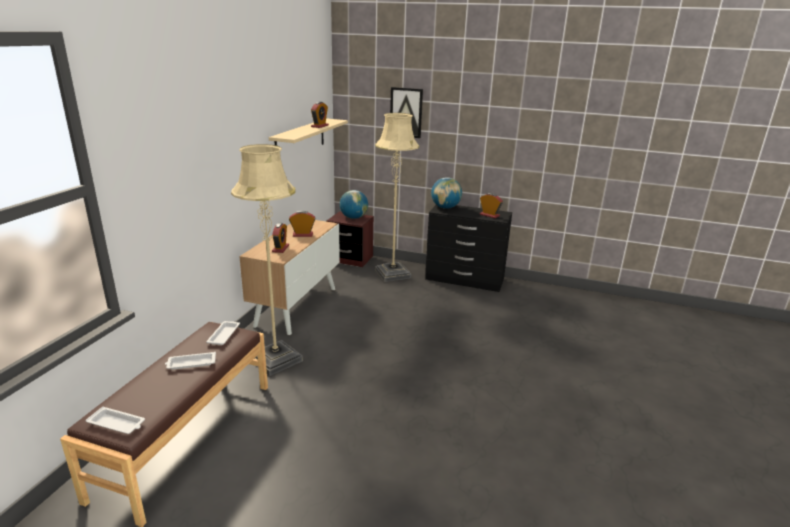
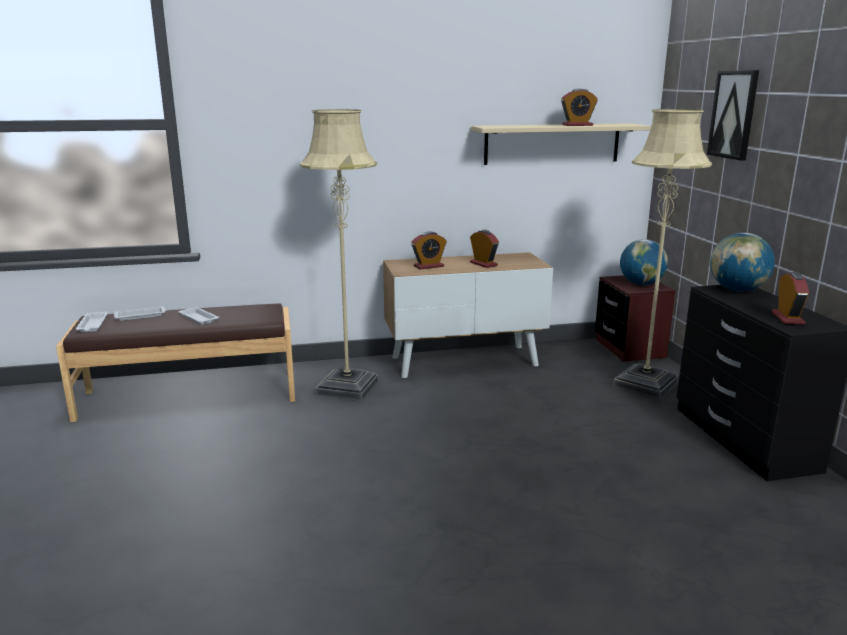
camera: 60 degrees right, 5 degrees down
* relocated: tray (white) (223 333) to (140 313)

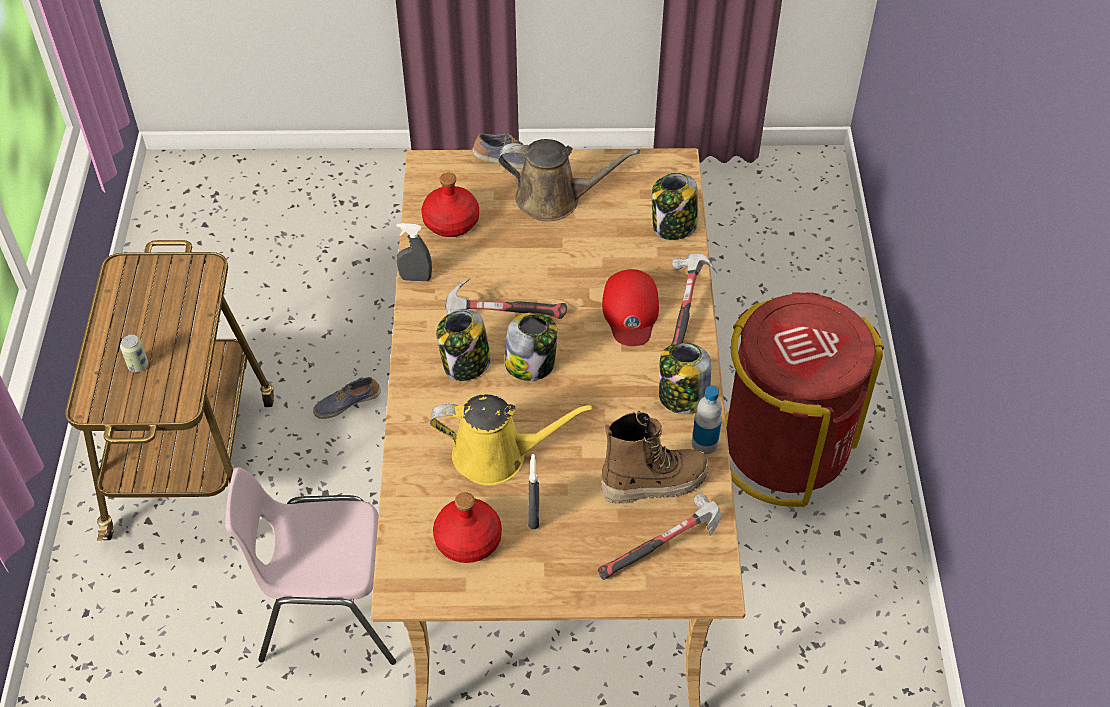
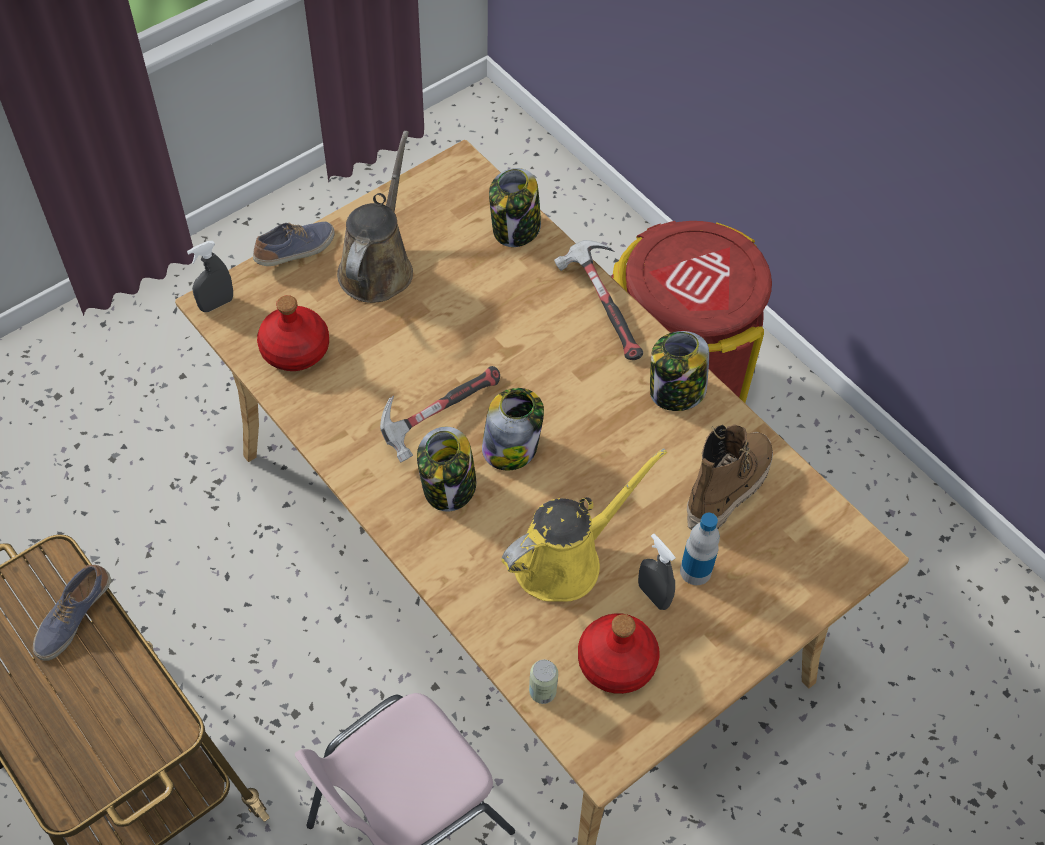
camera: 40 degrees left, 5 degrees up
* relocated: shoe (347 398) to (72 613)
* relocated: spray bottle (grey) (414 252) to (210 276)
* spun: watering can (brown) (569 180) = (375 217) 45 degrees counterclockwise
* relocated: can (134 353) to (543 682)
* relocated: bottle (707 419) to (700 549)
* missing: hammer (659 537)
* missing: cap (red) (630 307)

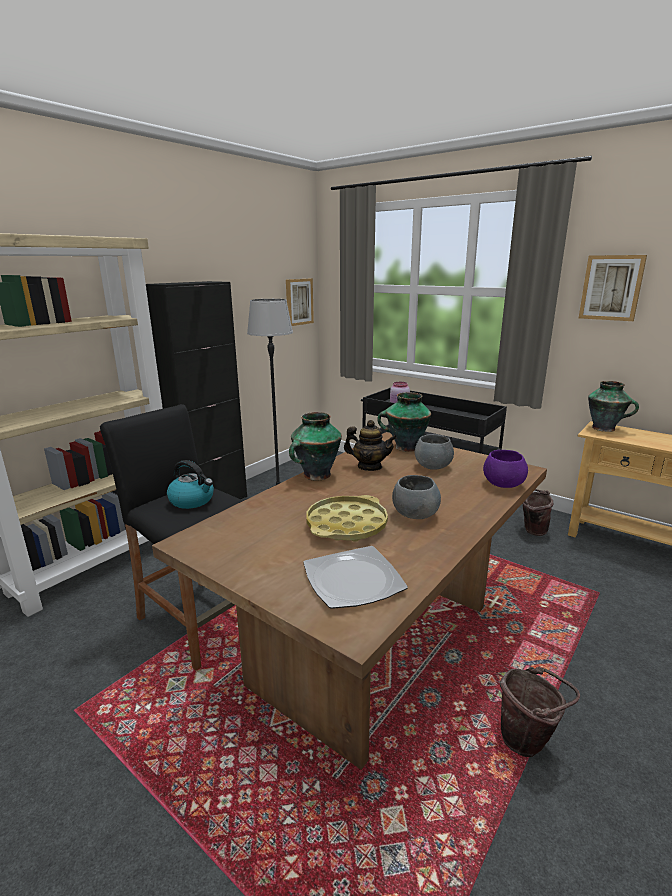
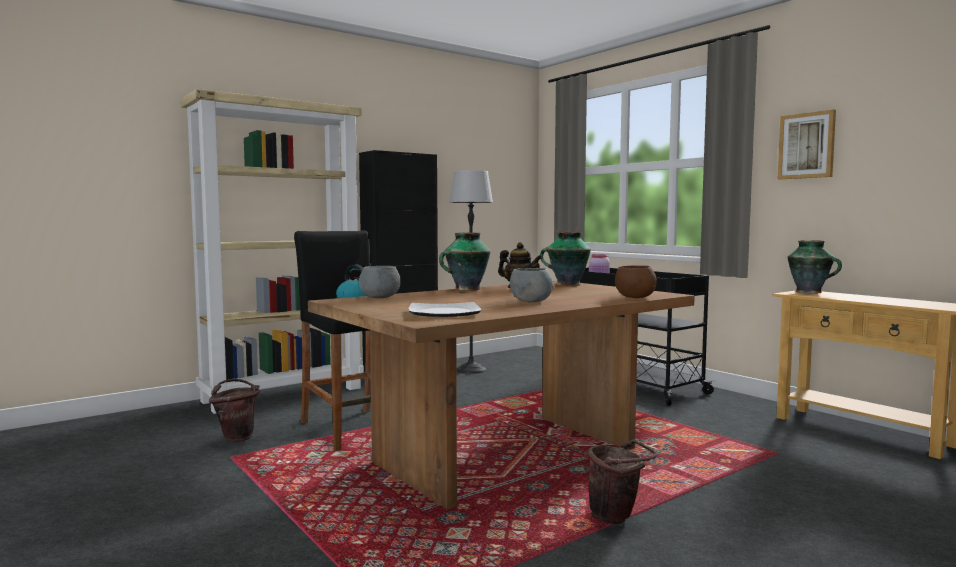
camera: 15 degrees right, 15 degrees down
* relocated: bucket (brown) (537 512) to (234 410)
* relocated: bowl (grey) (434 452) to (380 282)
* colour: bowl (purple) (505 469) to bowl (brown) (636 282)
* missing: picture (300 302)
* missing: tray (yellow) (347 518)

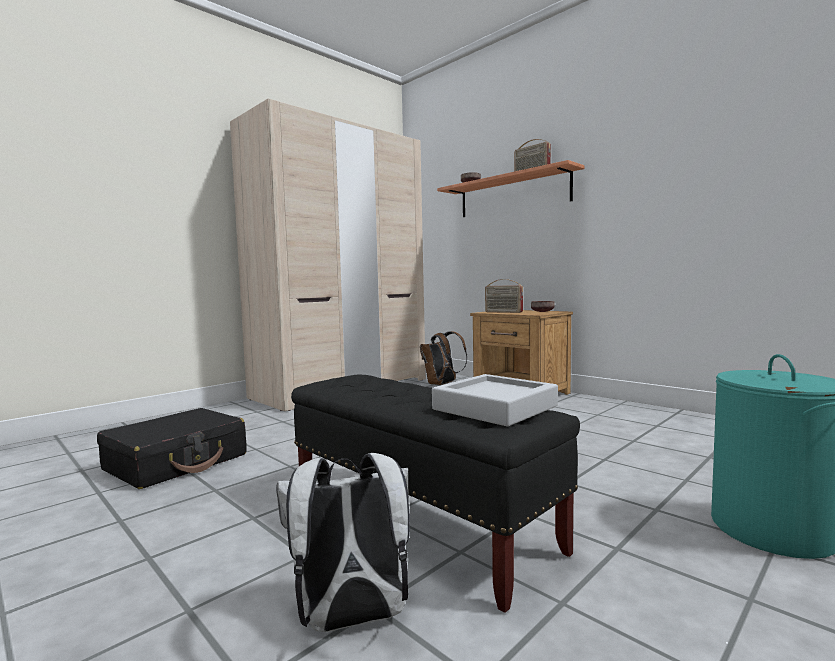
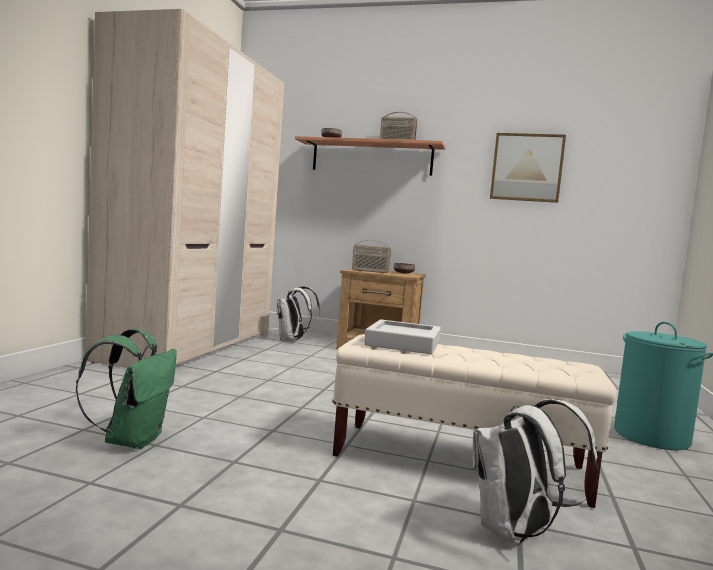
camera: 30 degrees left, 0 degrees up
* exchanged: suitcase (black) (172 448) to backpack (green) (126 389)
* colour: backpack (brown) (443 358) to backpack (white) (298 313)
* colour: bench (black) (435 493) to bench (beige) (474 421)
* relocated: tray (grey) (495 400) to (402 336)
* appeared: picture (528 168)

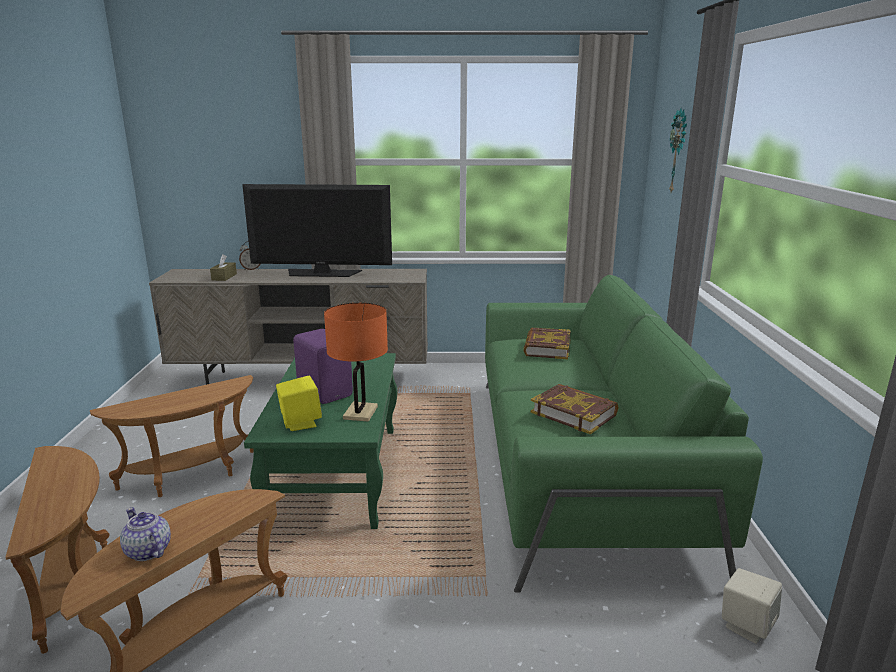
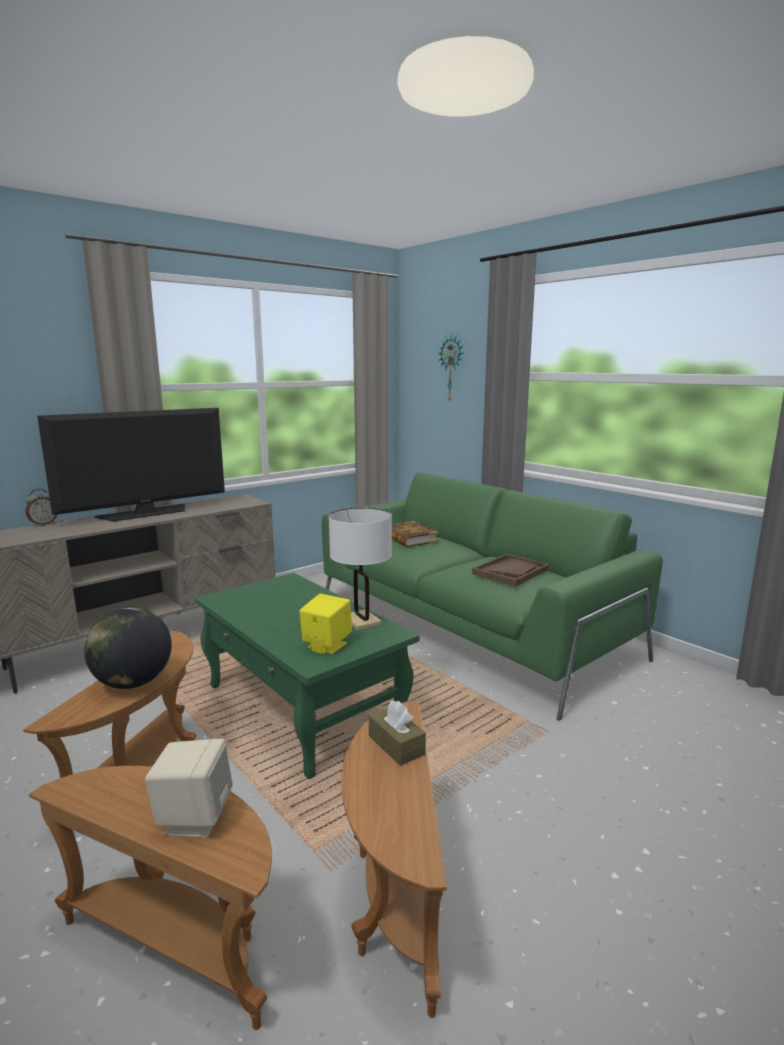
camera: 40 degrees left, 5 degrees down
* appeared: globe (128 648)
* relocated: speaker (beige) (752 606) to (189 788)
* colour: table lamp (orange) (356 362) to table lamp (white) (360 569)
* relocated: tissue box (brown) (223 267) to (397 733)
* exchanged: book (574 409) to tray (brown) (511 570)
* missing: teapot (145 534)
* missing: speaker (purple) (323 366)

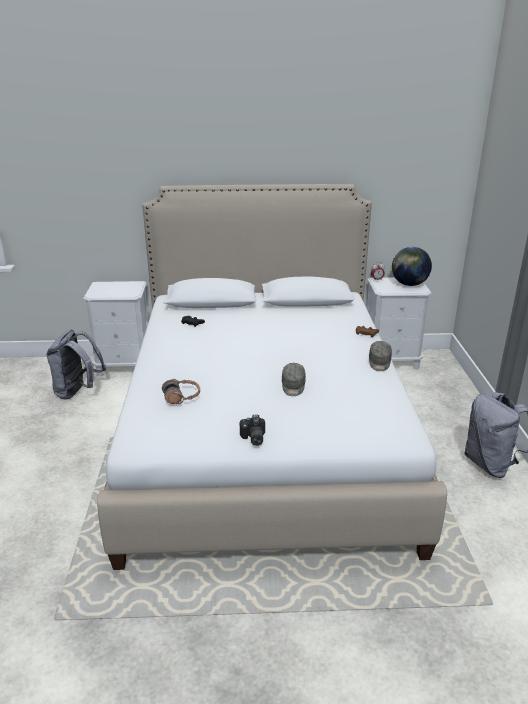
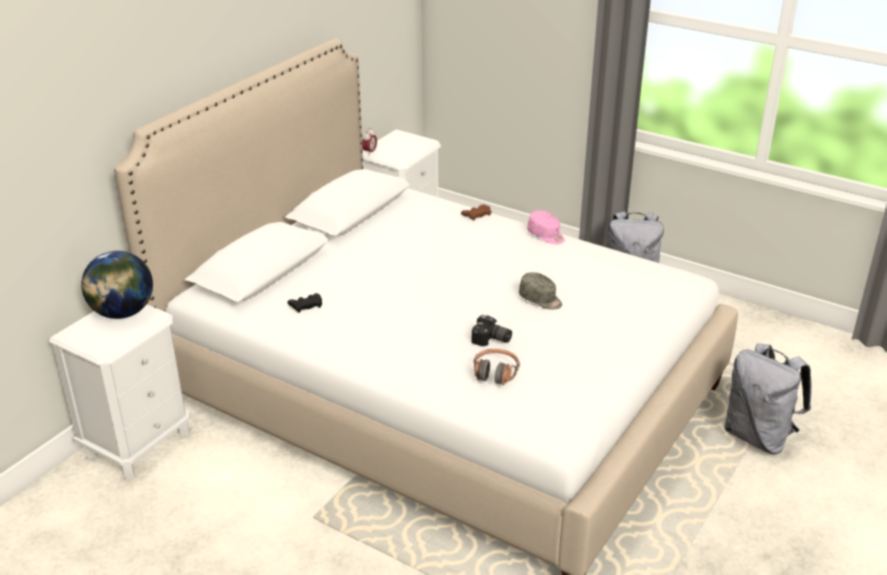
camera: 55 degrees left, 5 degrees up
* relocated: globe (412 266) to (117 285)
* relocated: photo camera (252 430) to (492 330)
* colour: cap (grey) (380 356) to cap (pink) (546 227)
* relocated: backpack (grey) (76 364) to (768 399)

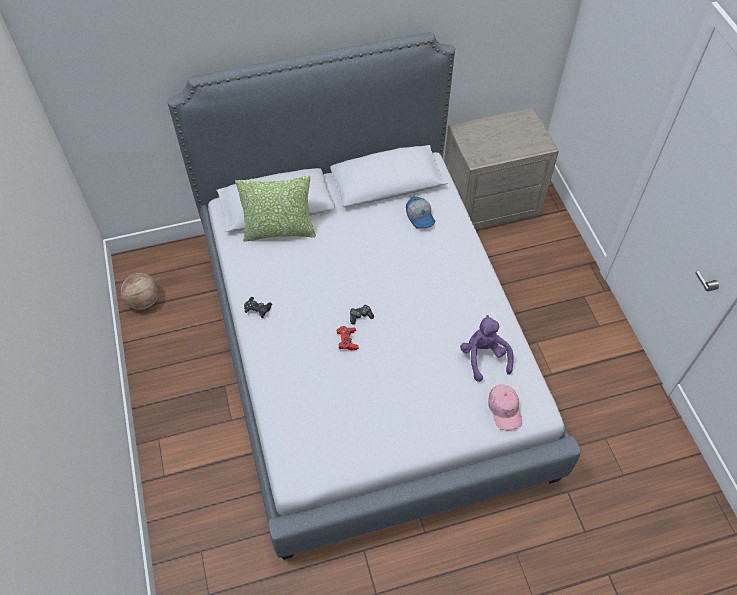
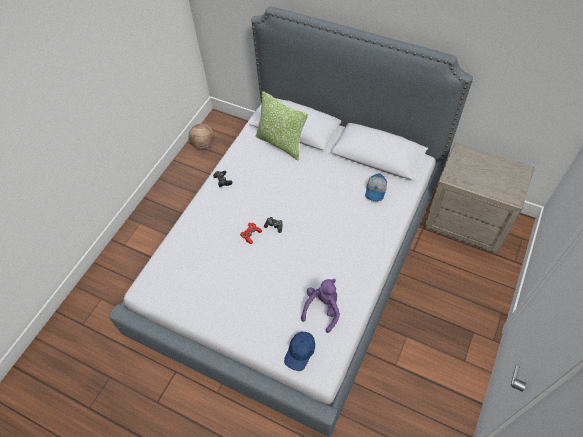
camera: 45 degrees right, 0 degrees up
* colour: cap (pink) (505 407) to cap (blue) (299 351)

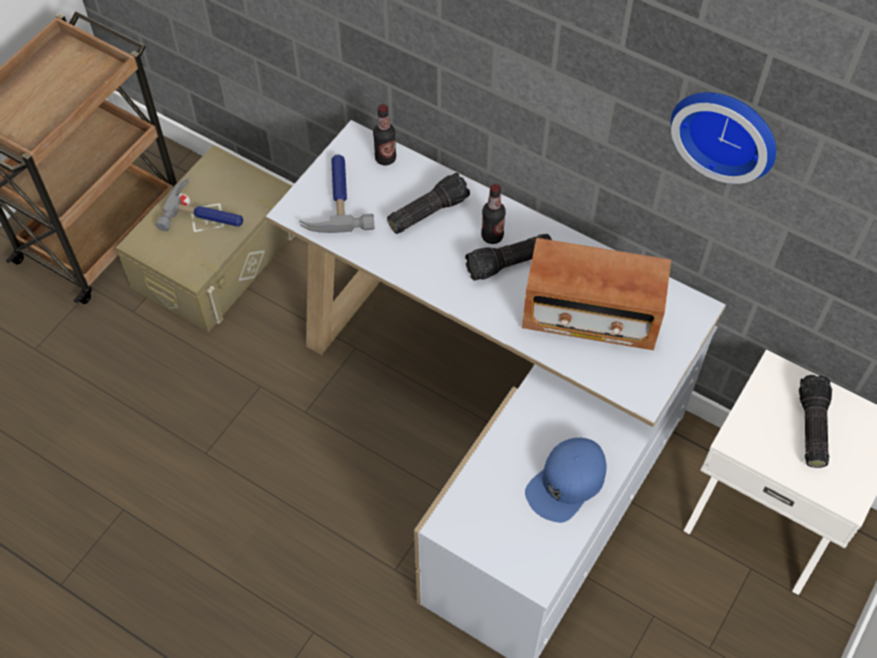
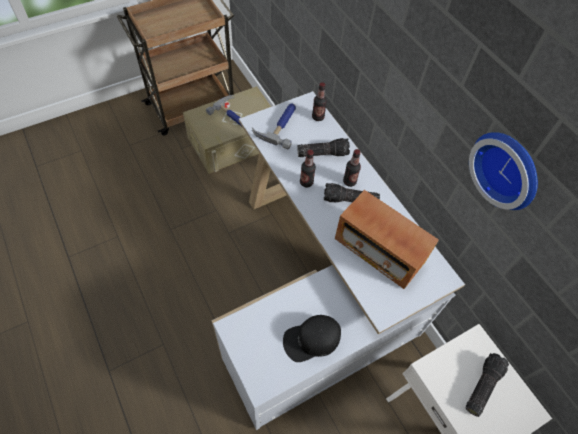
camera: 25 degrees right, 0 degrees up
* colour: cap (blue) (565 480) to cap (black) (312 338)
* appeared: bottle (308 168)

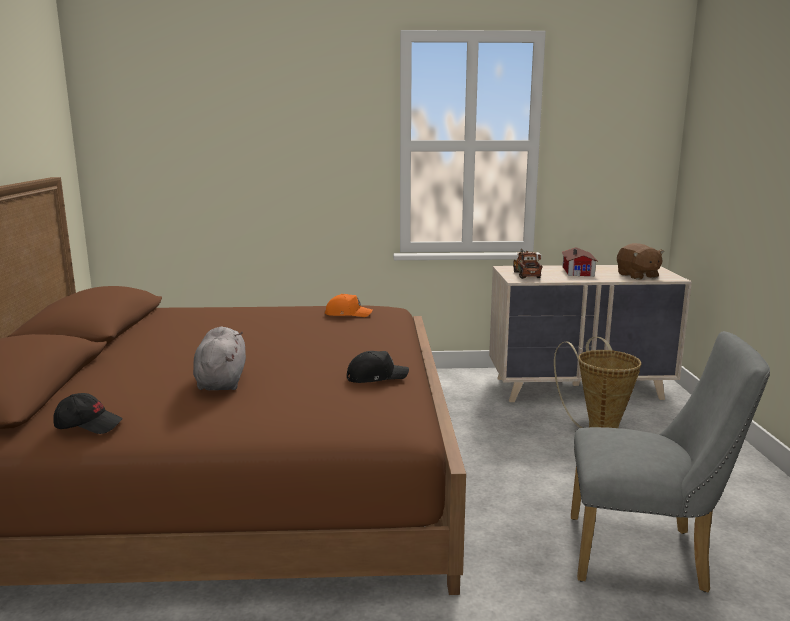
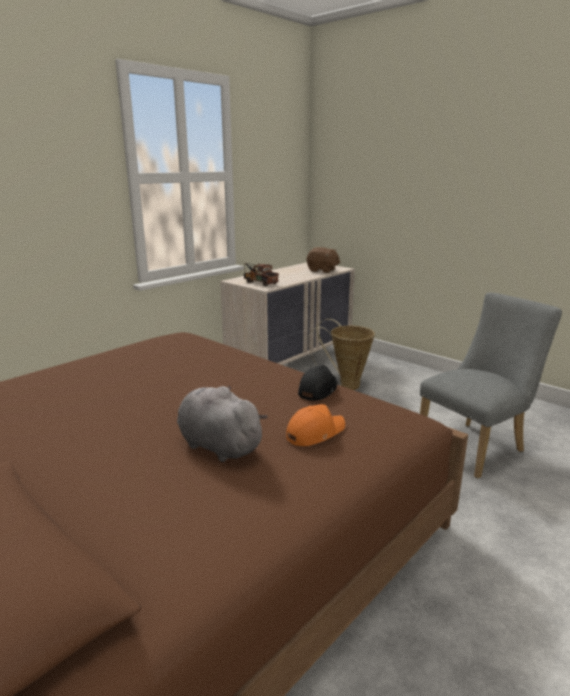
camera: 45 degrees left, 5 degrees up
* relocated: cap (orange) (349 305) to (315 425)
* missing: cap (black) (88 413)
* missing: toy house (579 261)

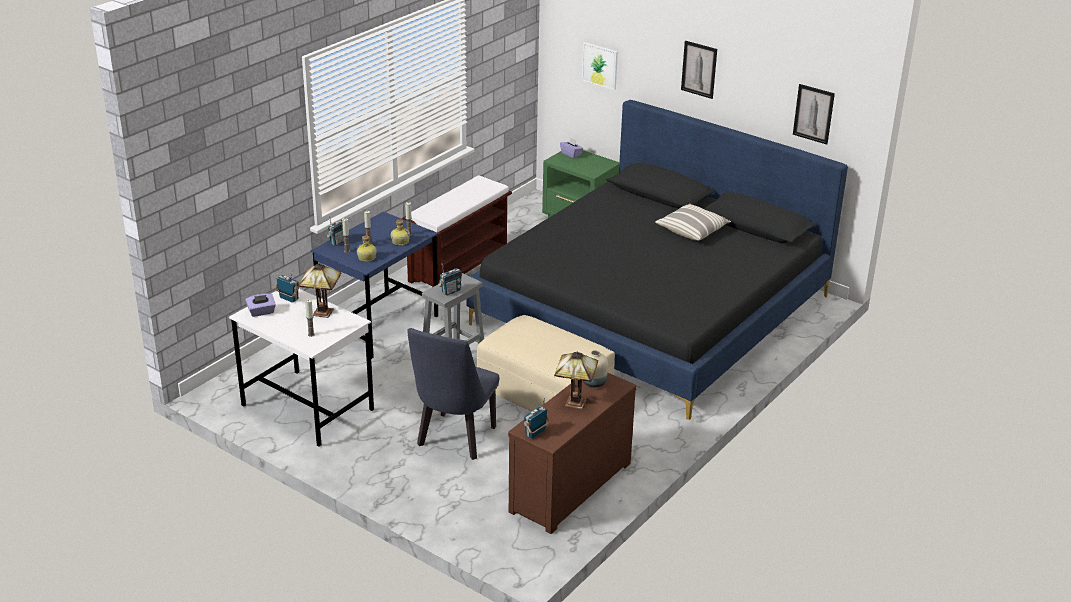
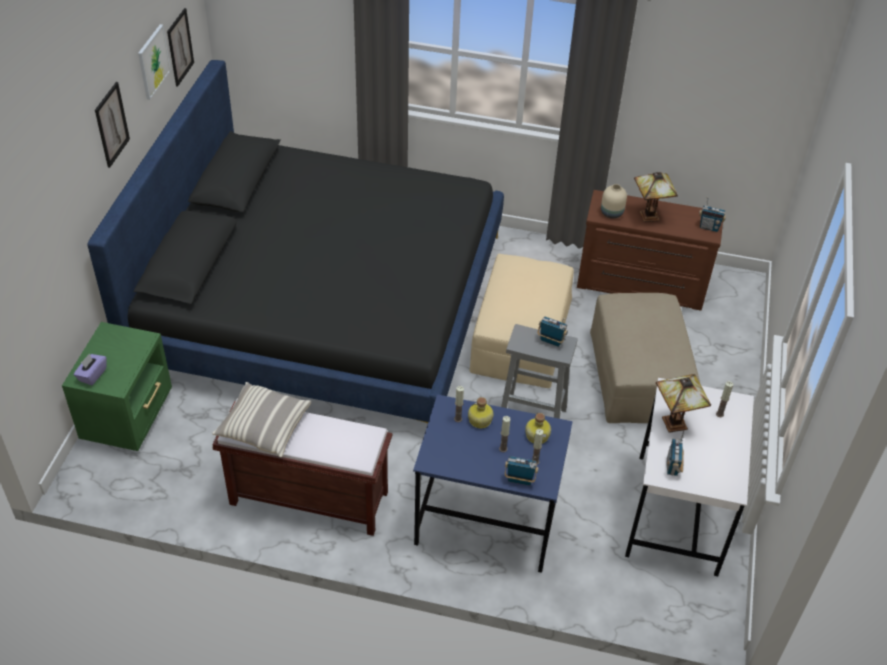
camera: 115 degrees left, 15 degrees up
* relocated: picture (600 66) to (154 62)
* relocated: pillow (693 222) to (261 420)
* exchanged: chair (blue) (453 394) to ottoman (beige) (645 358)
* missing: tissue box (purple) (260 305)

